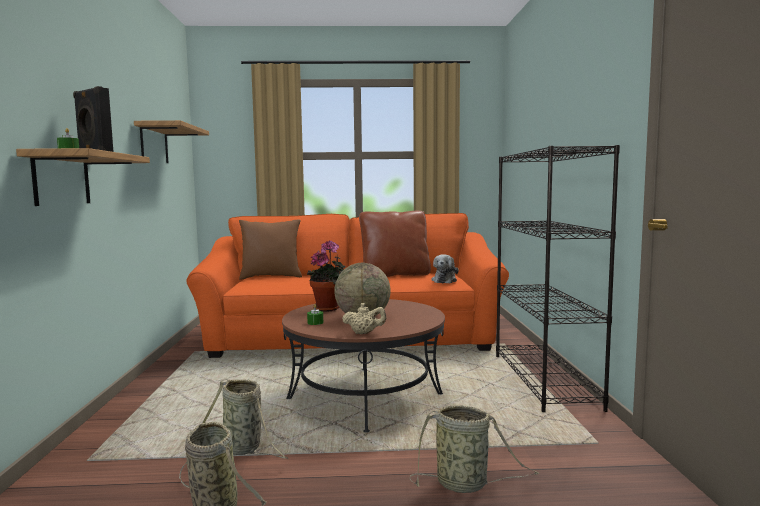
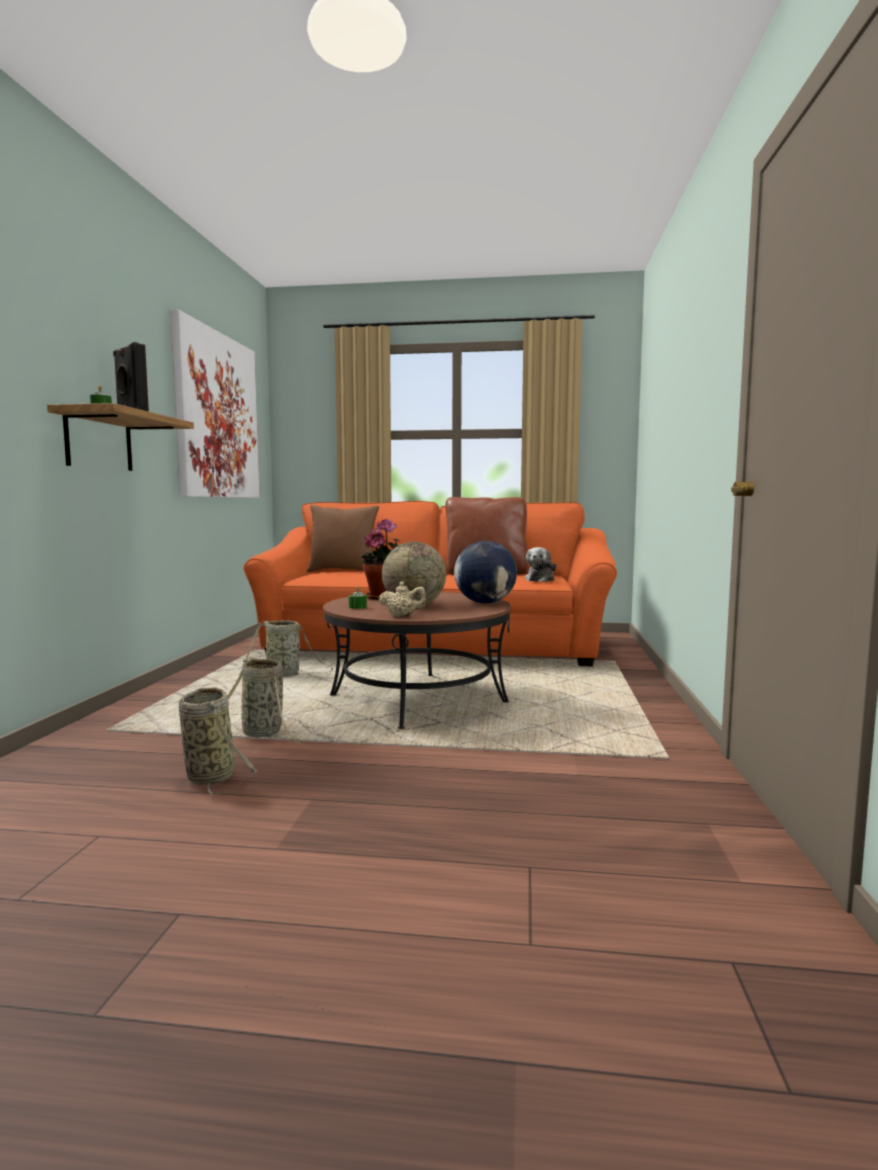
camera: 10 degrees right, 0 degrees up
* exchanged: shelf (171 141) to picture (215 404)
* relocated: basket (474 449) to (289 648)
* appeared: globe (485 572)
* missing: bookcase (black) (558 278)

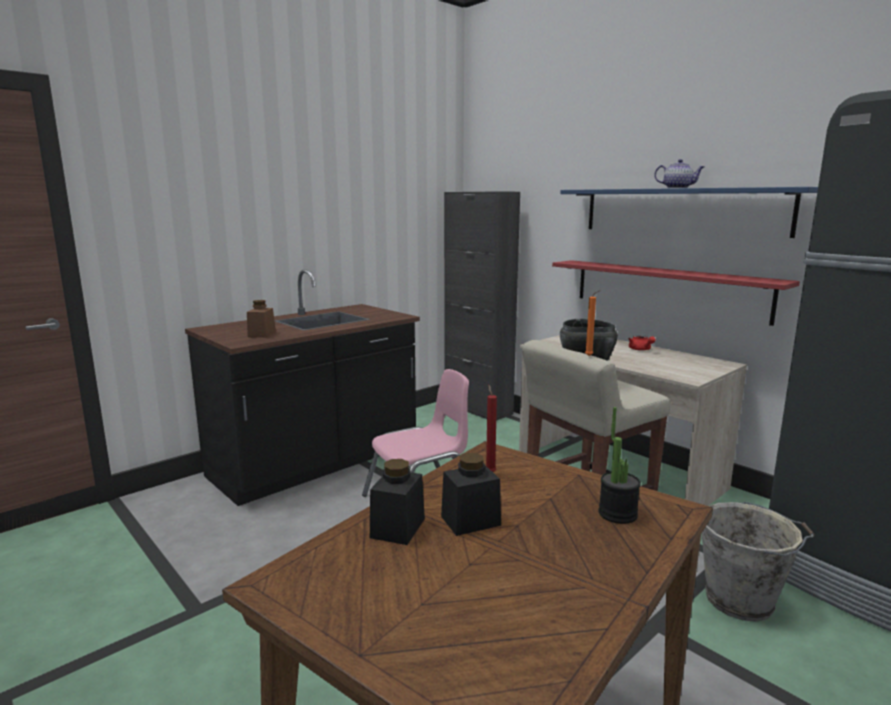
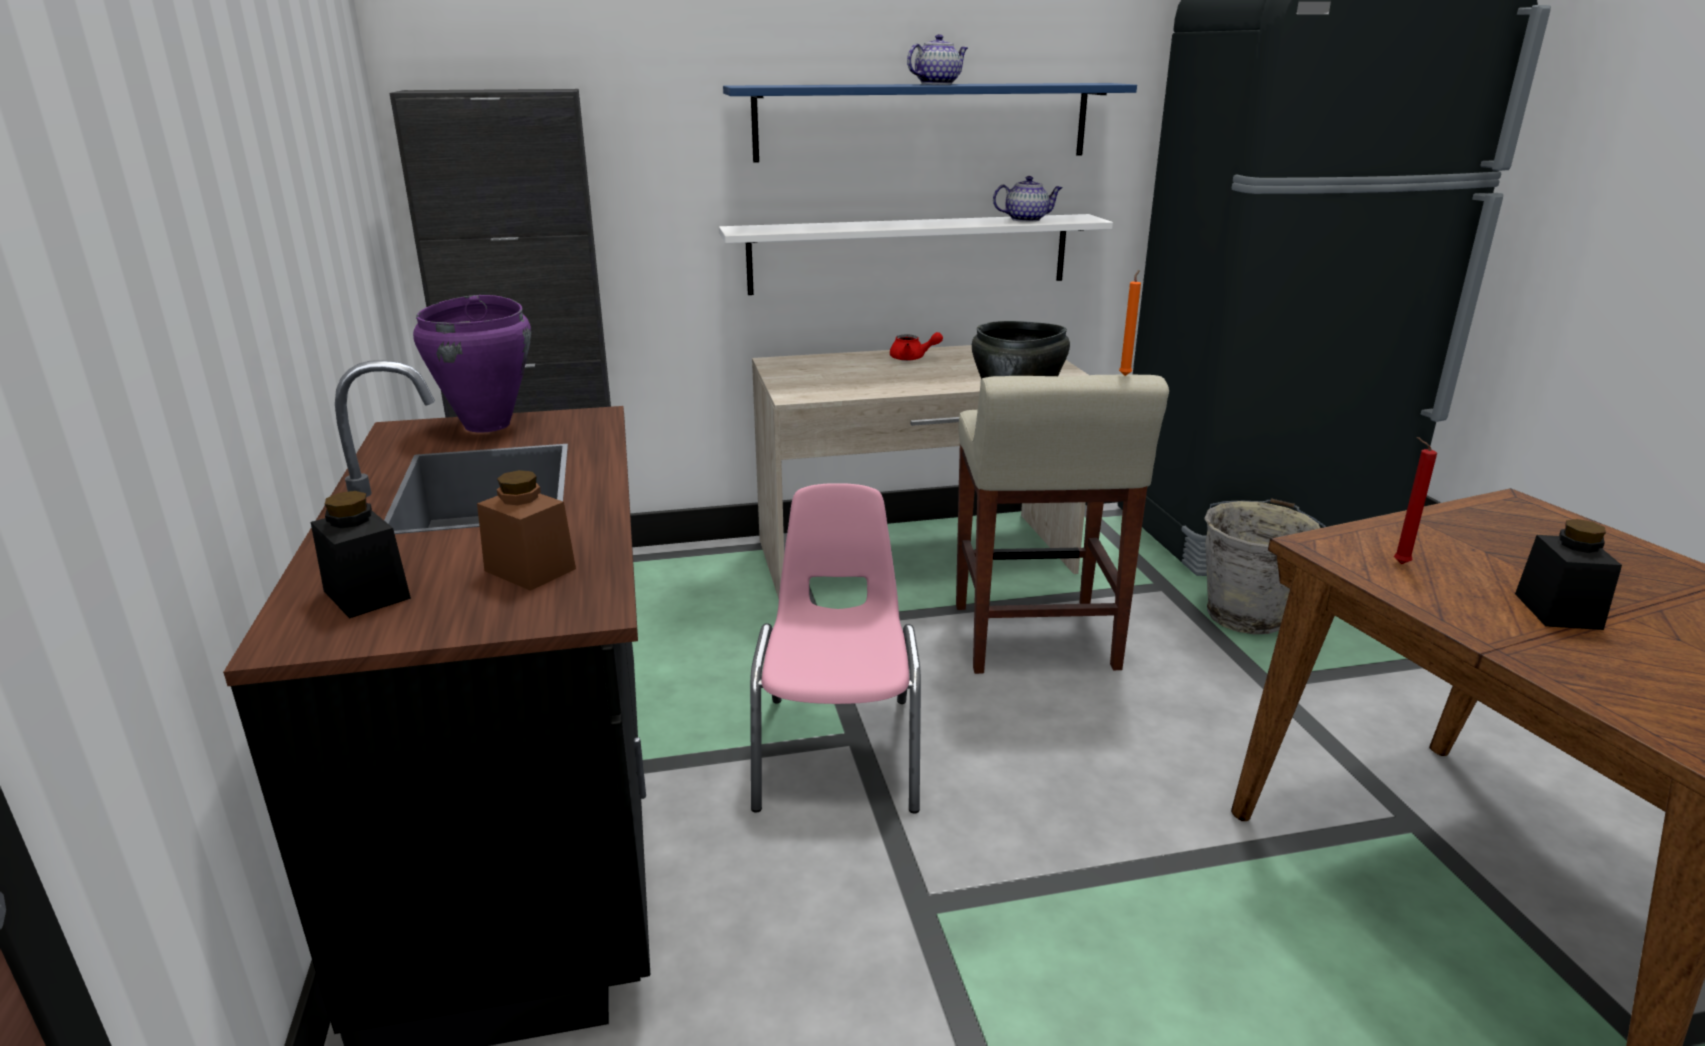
camera: 60 degrees left, 10 degrees up
* relocated: jar (black) (397 502) to (361 555)
* appeared: cooking pot (purple) (472 364)
* colour: shelf (red) (676 293) to shelf (white) (916 254)
* appeared: teapot (1028 199)
* missing: potted plant (619 465)

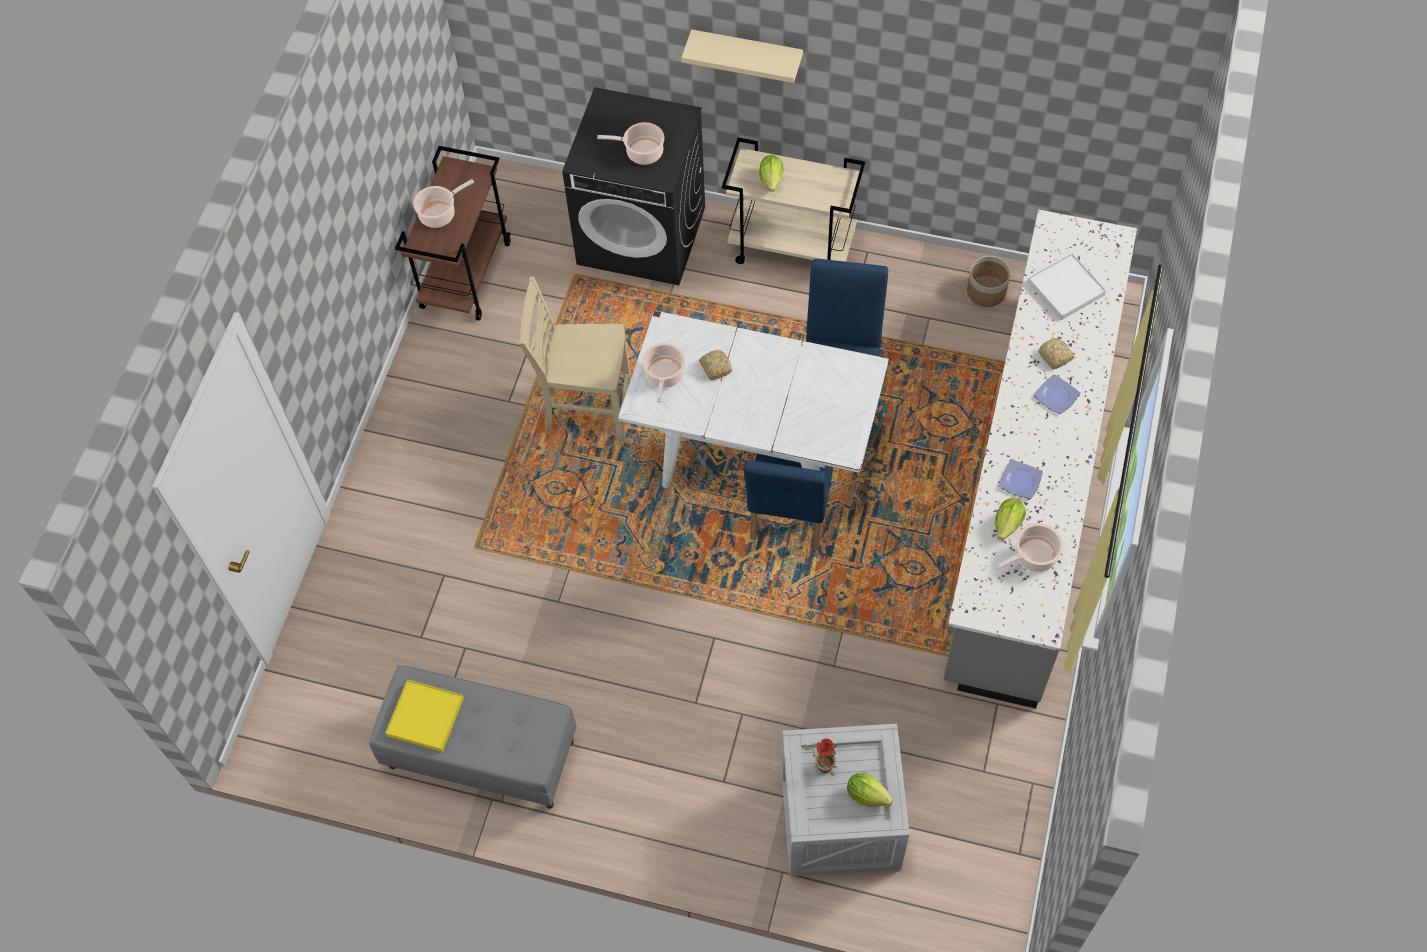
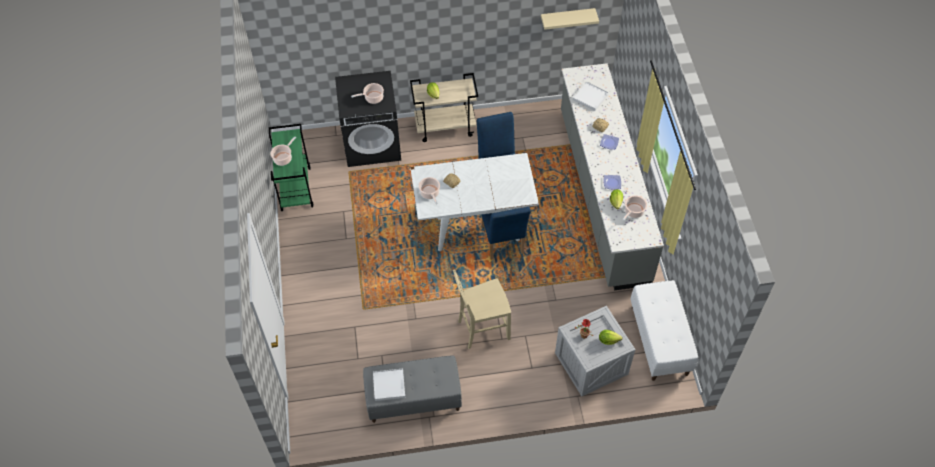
camera: 25 degrees left, 5 degrees down
* colour: cart (brown) (453 233) to cart (green) (291 167)
* colour: tray (yellow) (424 715) to tray (white) (389 384)
* relocated: chair (beige) (575 360) to (482 309)
* relocated: shelf (beige) (742 56) to (570 19)
* appeared: bench (white) (664 330)
* missing: planter (988 281)

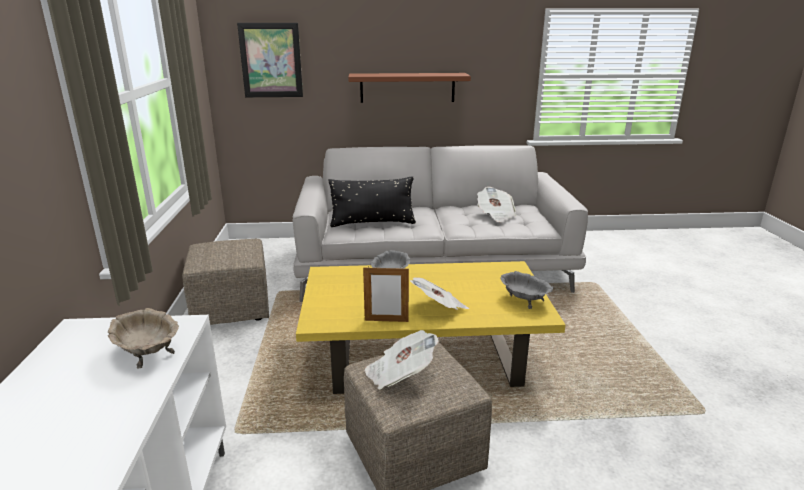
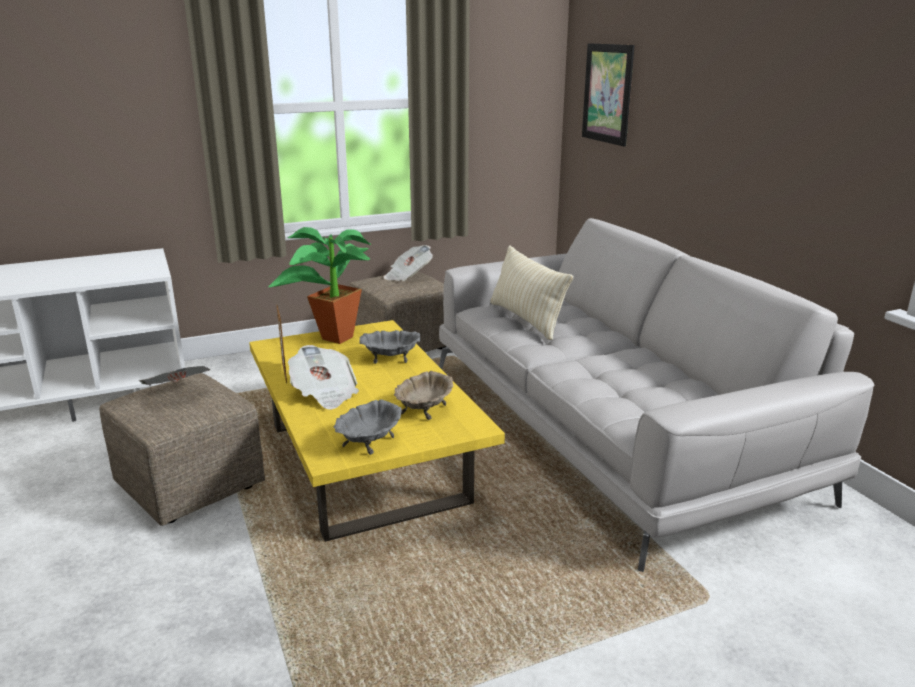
camera: 70 degrees right, 0 degrees up
* appeared: potted plant (320 285)
* relocated: newspaper (497 204) to (408 263)
* relocated: bowl (beige) (143 338) to (423 395)
* colour: pillow (black) (372 201) to pillow (beige) (531 292)
* missing: shelf (brown) (409 88)

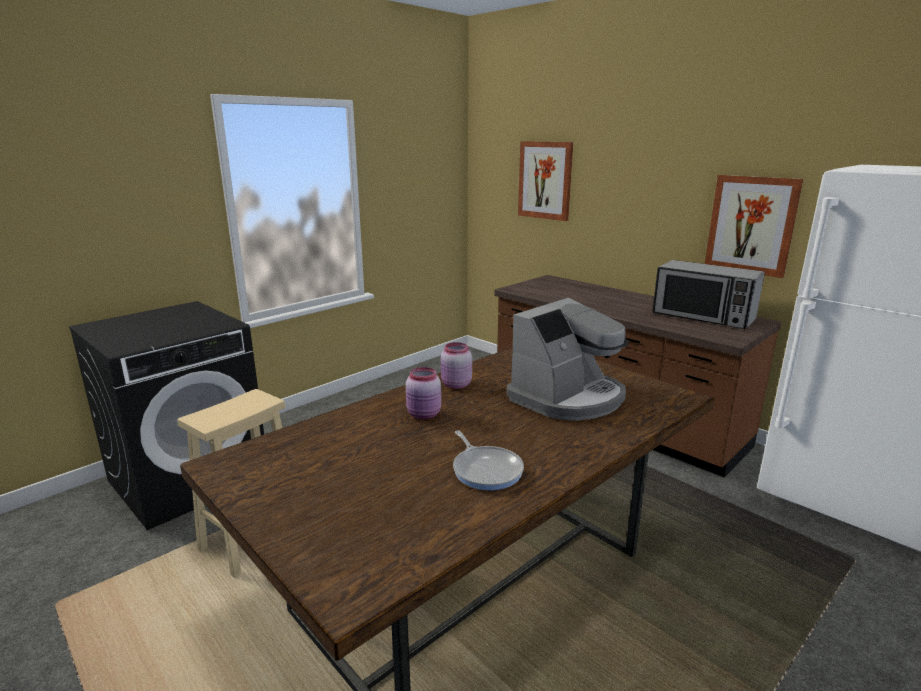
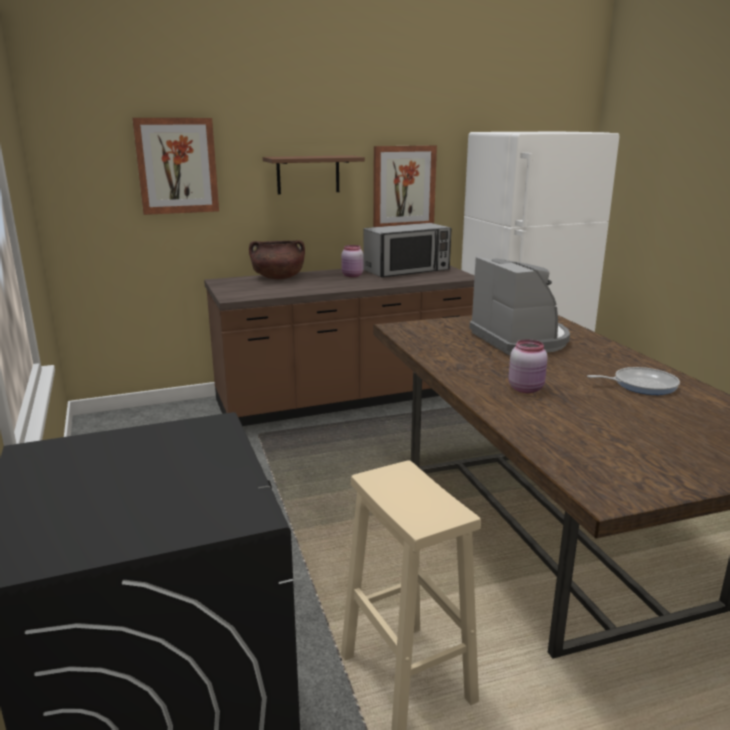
camera: 65 degrees left, 0 degrees up
* appeared: cooking pot (brown) (277 259)
* appeared: shelf (brown) (314 174)
* relocated: jar (pink) (456 365) to (352 261)

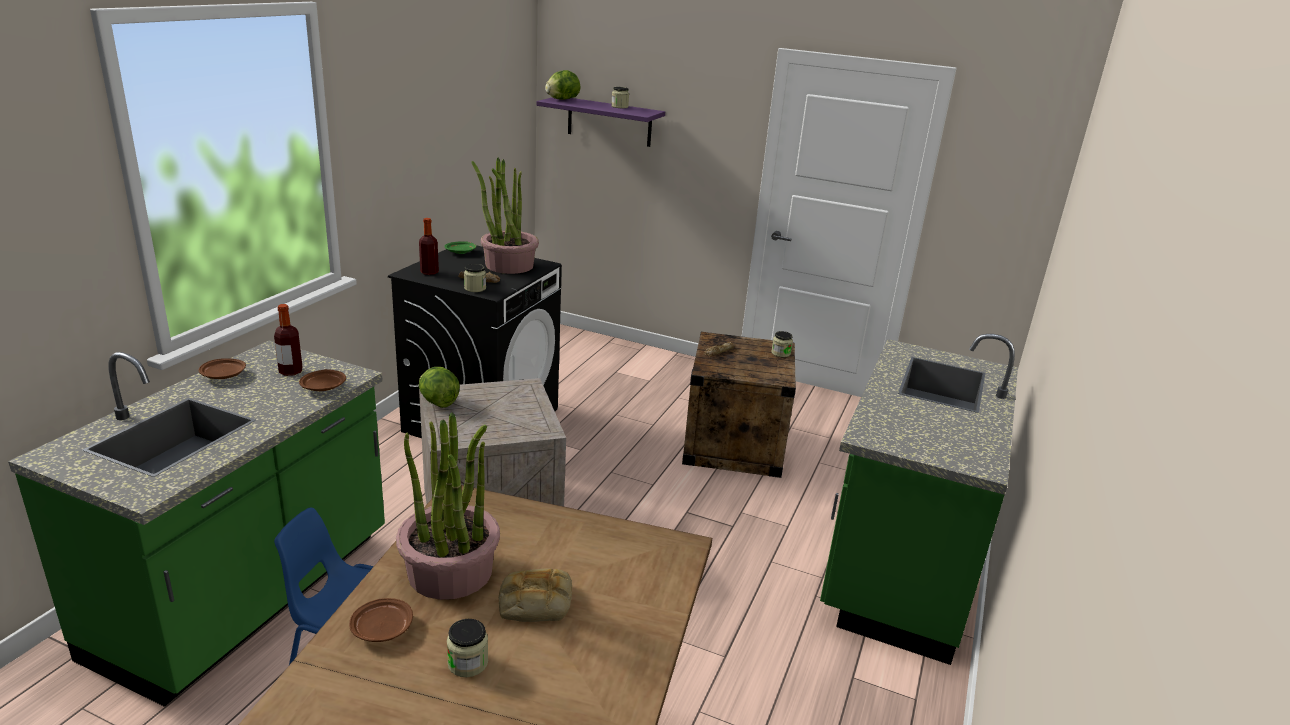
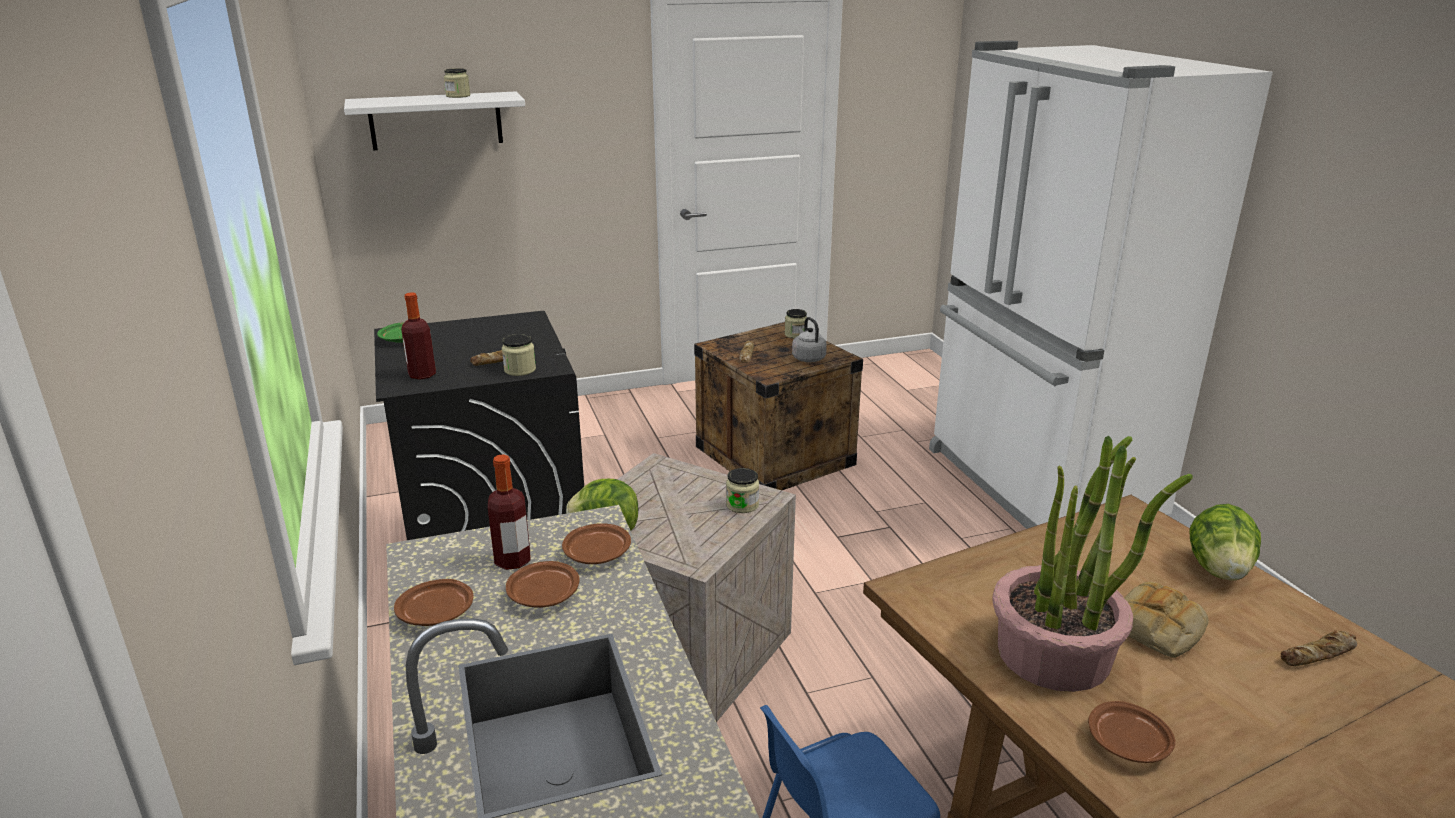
camera: 40 degrees left, 0 degrees up
* colour: shelf (purple) (600 122) to shelf (white) (434 120)
* appeared: plate (brown) (542 584)
* relocated: jar (467 648) to (742 490)
* appeared: kettle (grey) (809 339)
* exchanged: counter (green) (919 499) to fridge (white) (1101 284)
* relocated: lettuce (562 85) to (1225 542)
* appeared: bread (1319 648)
* missing: potted plant (505 215)

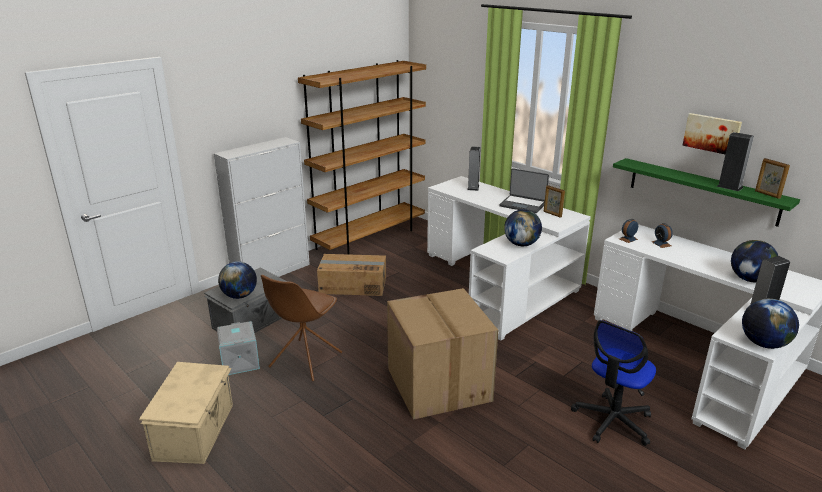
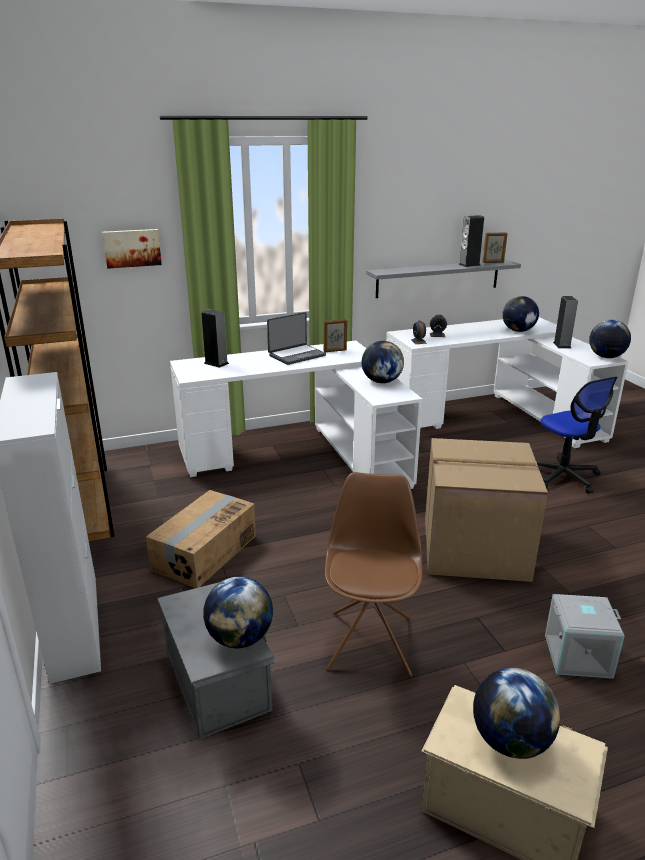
camera: 65 degrees left, 0 degrees up
* relocated: picture (712 133) to (132 249)
* spun: chair (brown) (301 327) = (374 574) 135 degrees counterclockwise
* colour: shelf (green) (706 192) to shelf (grey) (444 279)
* appeared: globe (516 713)
* relocated: storage box (grey) (238 348) to (585 636)

